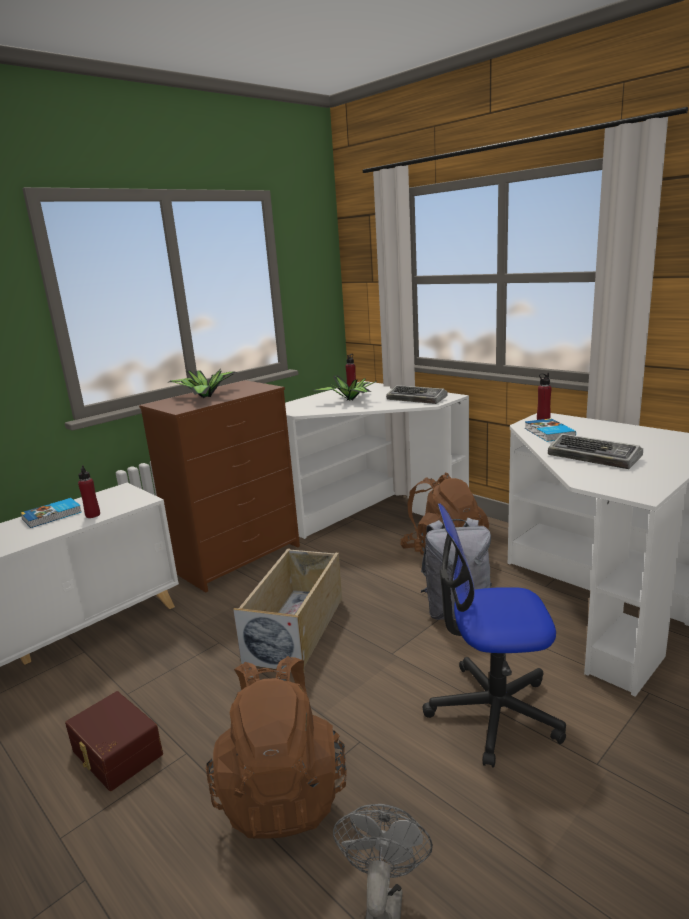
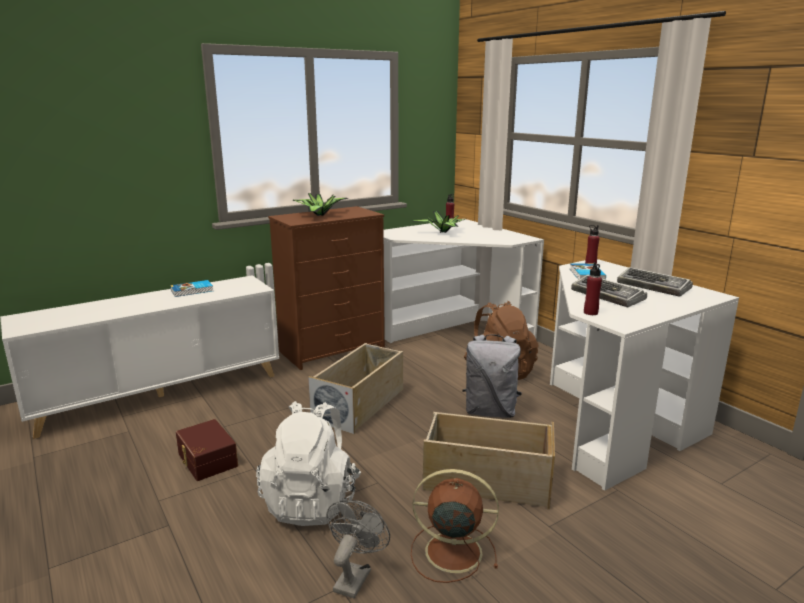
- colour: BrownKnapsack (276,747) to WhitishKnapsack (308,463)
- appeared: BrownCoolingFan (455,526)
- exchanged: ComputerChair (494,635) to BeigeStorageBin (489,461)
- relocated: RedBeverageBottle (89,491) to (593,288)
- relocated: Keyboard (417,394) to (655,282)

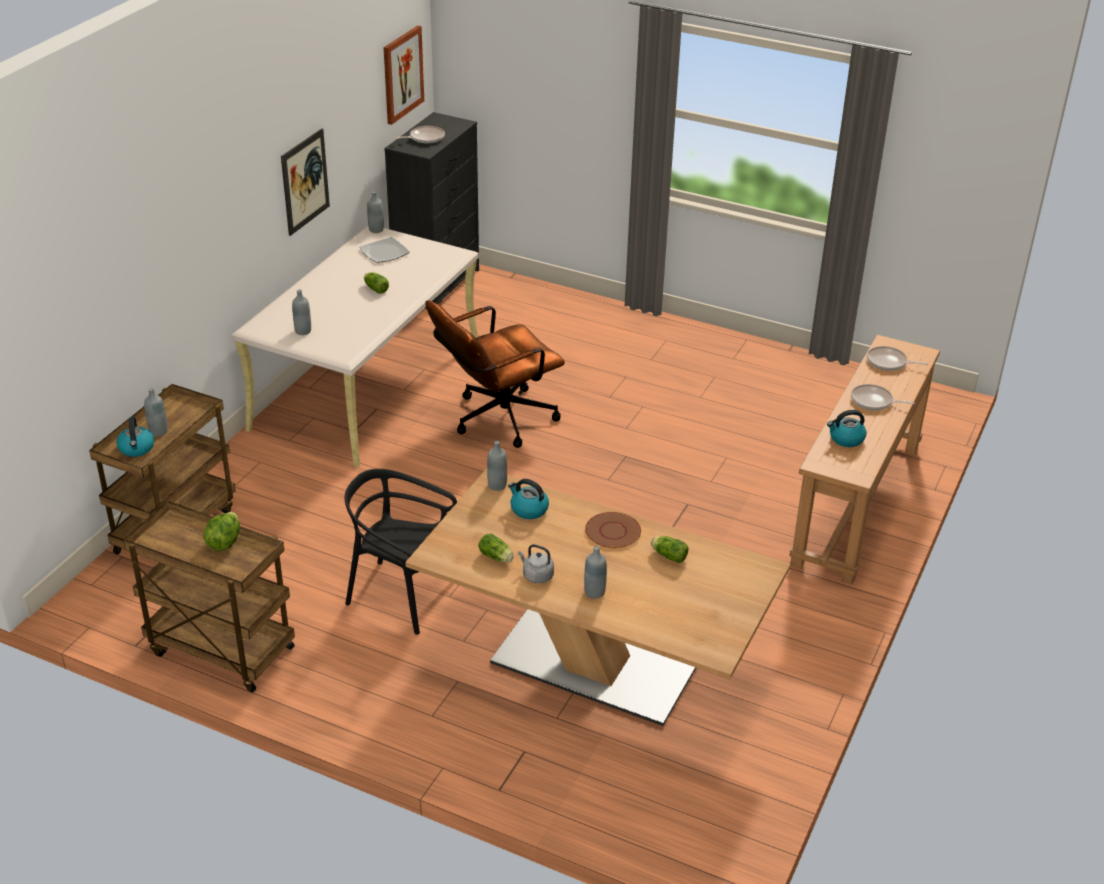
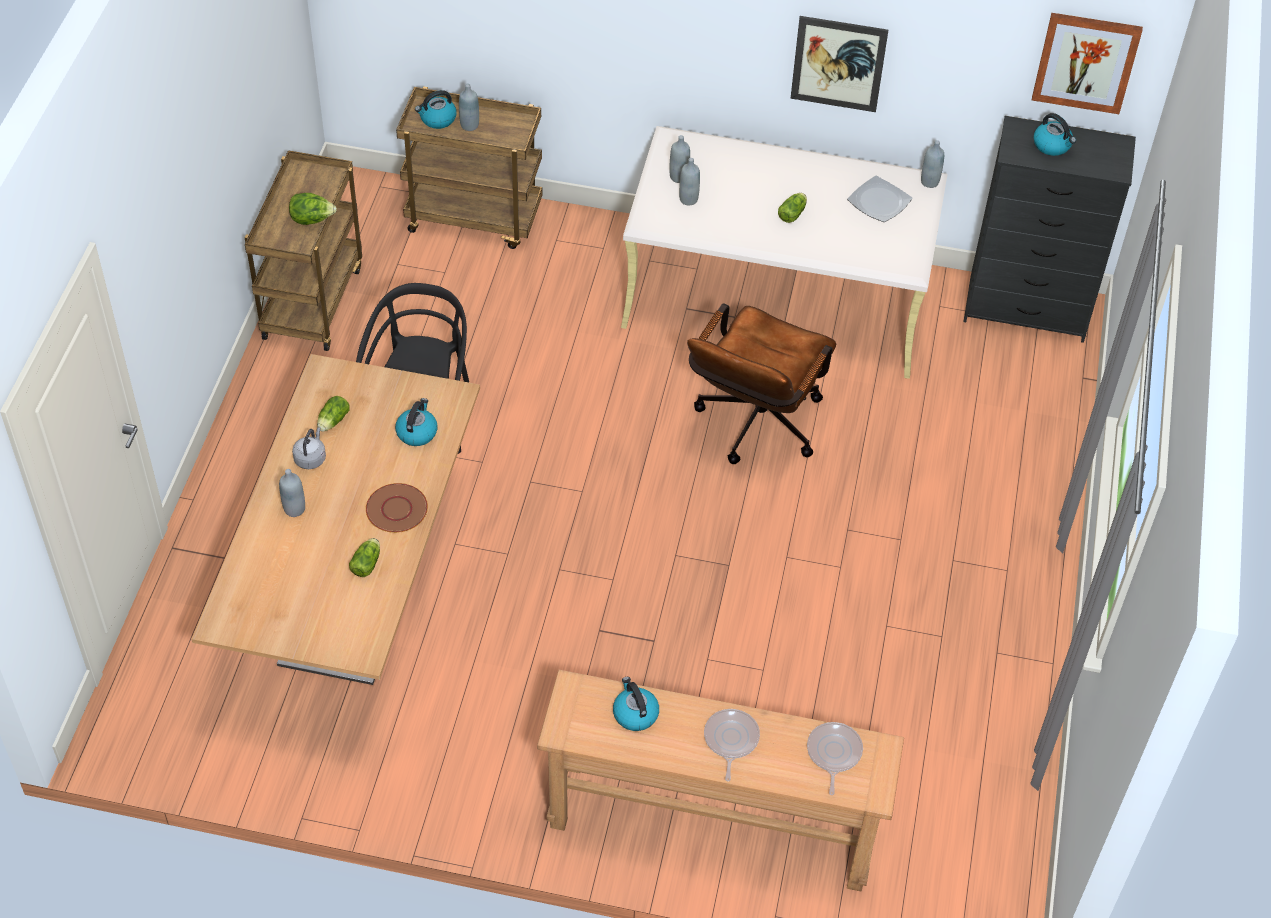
- relocated: GreyishBeverageBottle (497,466) to (689,181)
- spun: BrownComputerChair (495,374) = (761,383) 105 degrees counterclockwise
- exchanged: Skillet (420,135) to WaterKettle (1055,134)

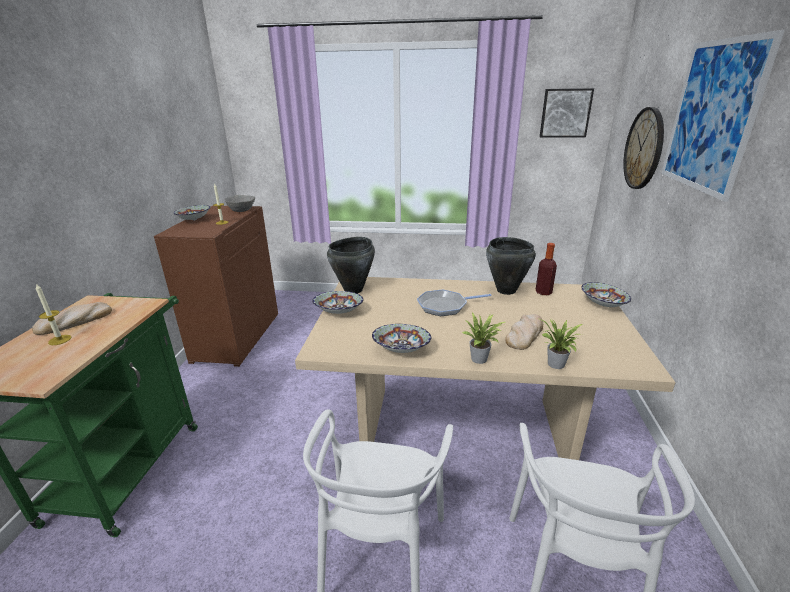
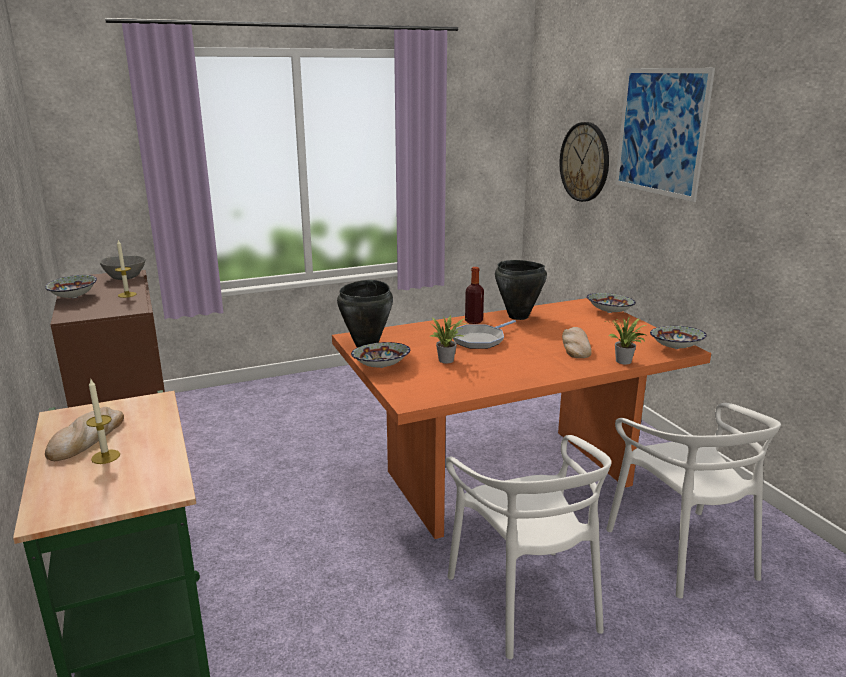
- colour: BeigeKitchenTable (485,368) to OrangeKitchenTable (521,418)
- relocated: PlantInAPot (483,338) to (448,339)
- relocated: BeverageBottle (546,269) to (474,295)
- relocated: DeepDish (401,338) to (678,337)
- missing: WallPicture (567,112)

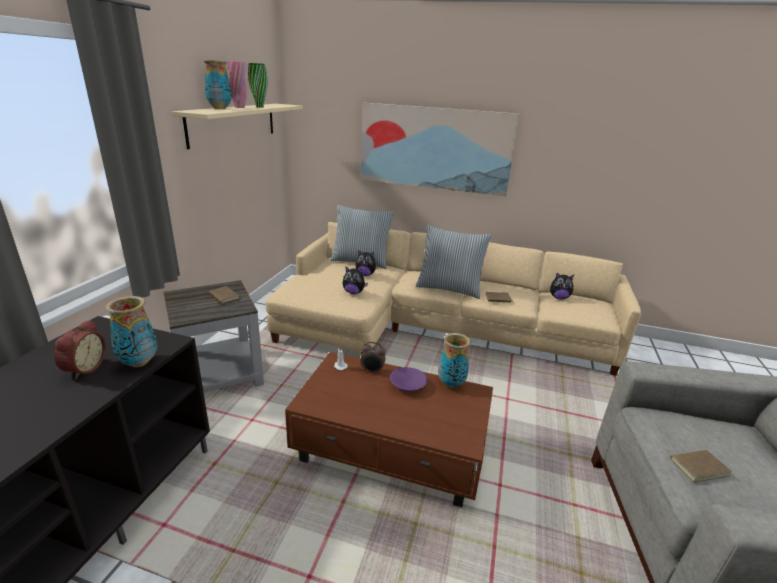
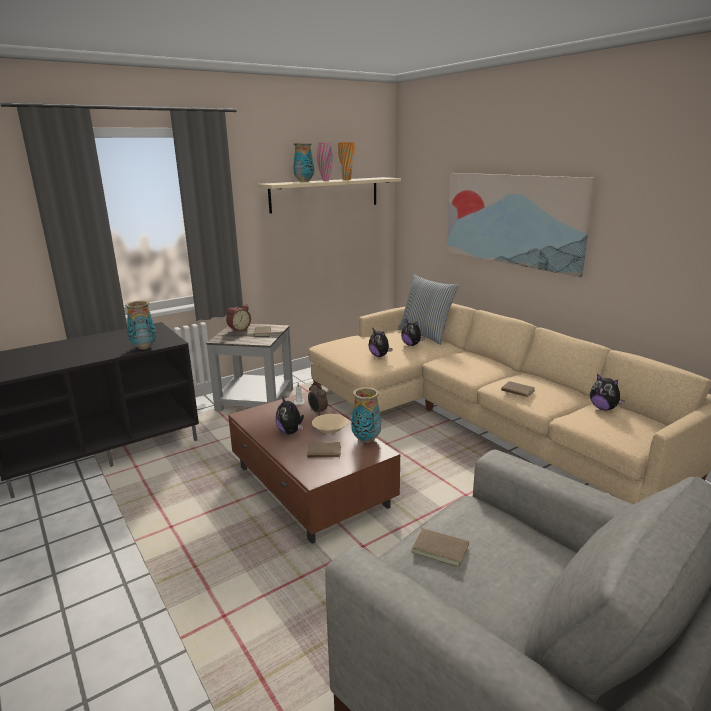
- relocated: AlarmClock (80,349) to (238,318)
- appeared: CuddlyToy (290,415)
- appeared: BrownBook (324,450)
- colour: PurpleColouredDeepDish (408,379) to BeigeDeepDish (330,424)
- colour: GreenVase (258,85) to OrangeVase (346,161)
- missing: Cushion (454,262)

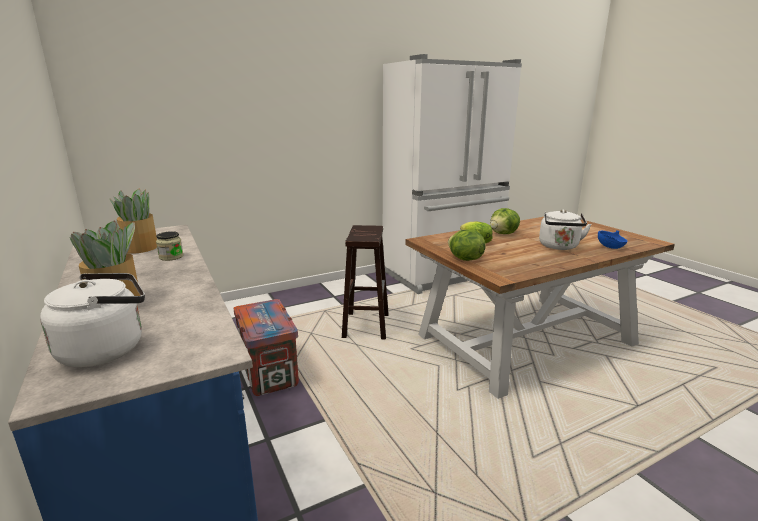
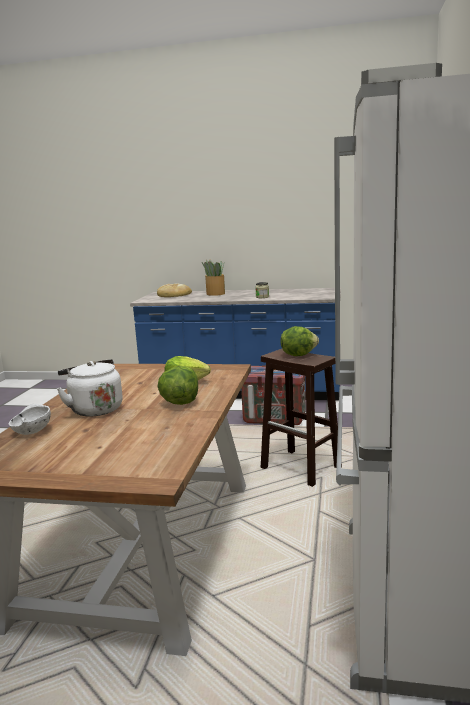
- colour: BluishDeepDish (613,239) to WhitishDeepDish (29,419)
- exchanged: WhitishWaterKettle (92,320) to Bread (174,290)
- relocated: Lettuce (467,245) to (299,341)
- missing: PlantInAPot (133,221)

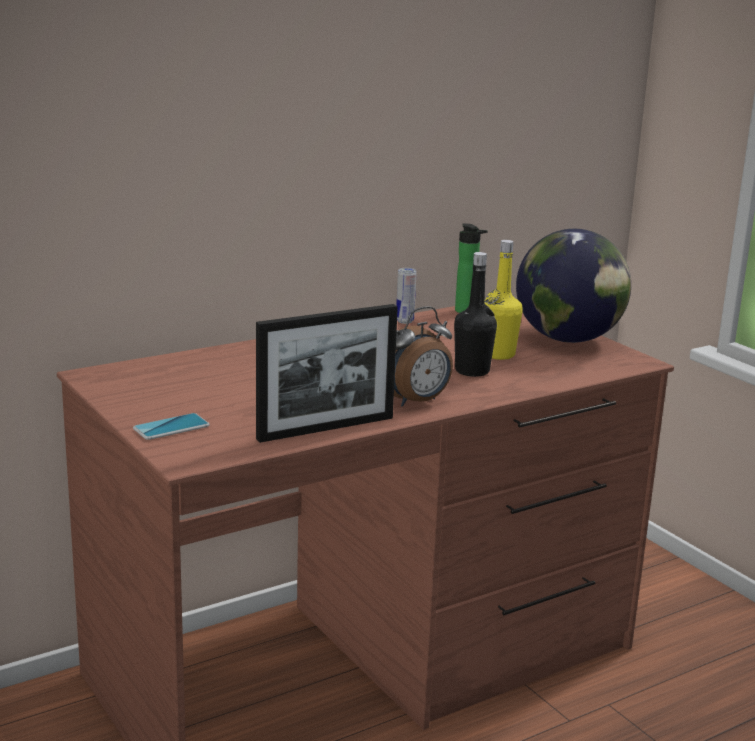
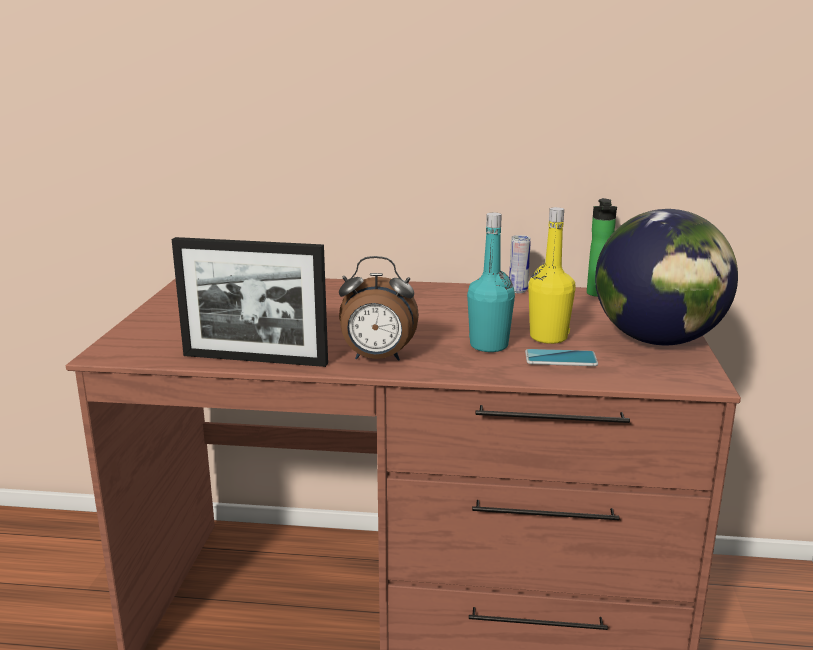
- colour: BlackishBeverageBottle (475,314) to TurquoiseBeverageBottle (491,282)
- relocated: Handset (171,426) to (561,357)

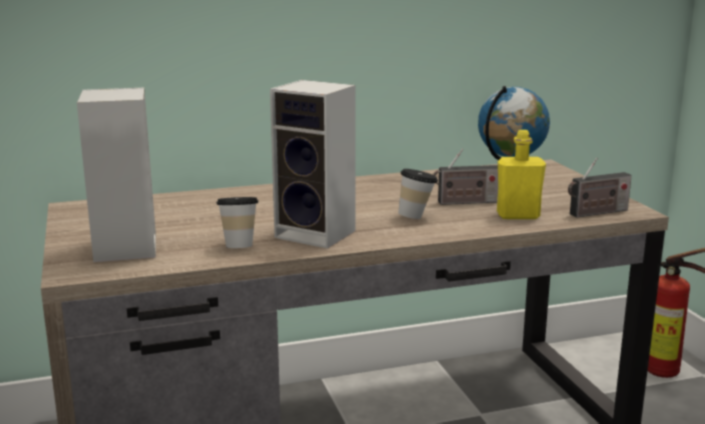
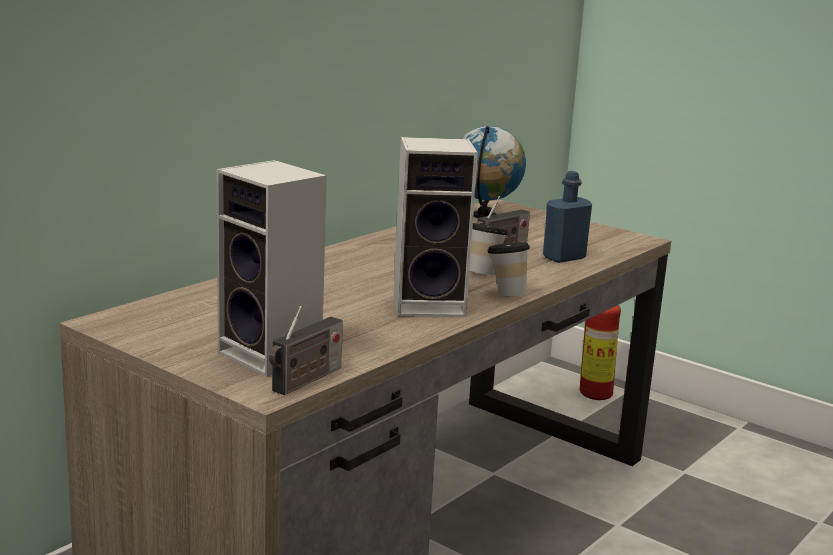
- relocated: Radio (600,188) to (306,350)
- relocated: Cup (237,222) to (508,269)
- colour: YellowishBeverageBottle (521,174) to BluishBeverageBottle (567,217)

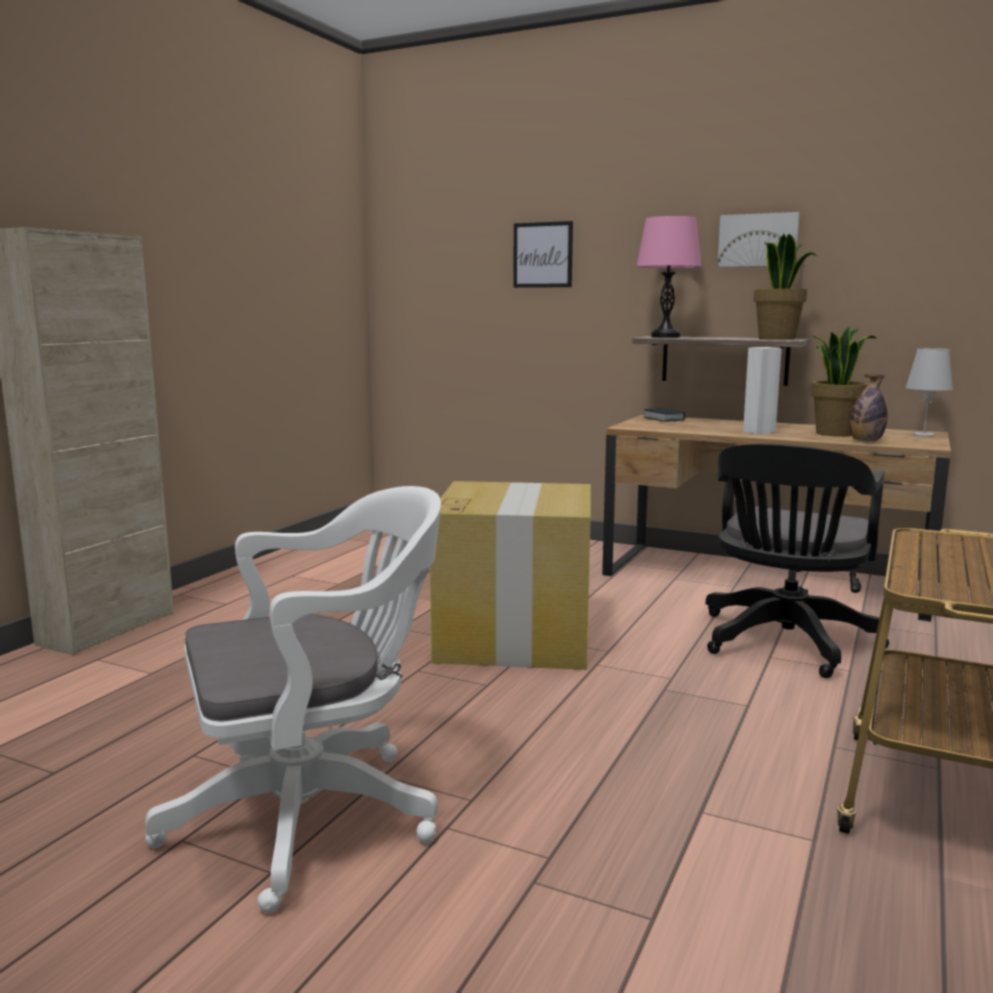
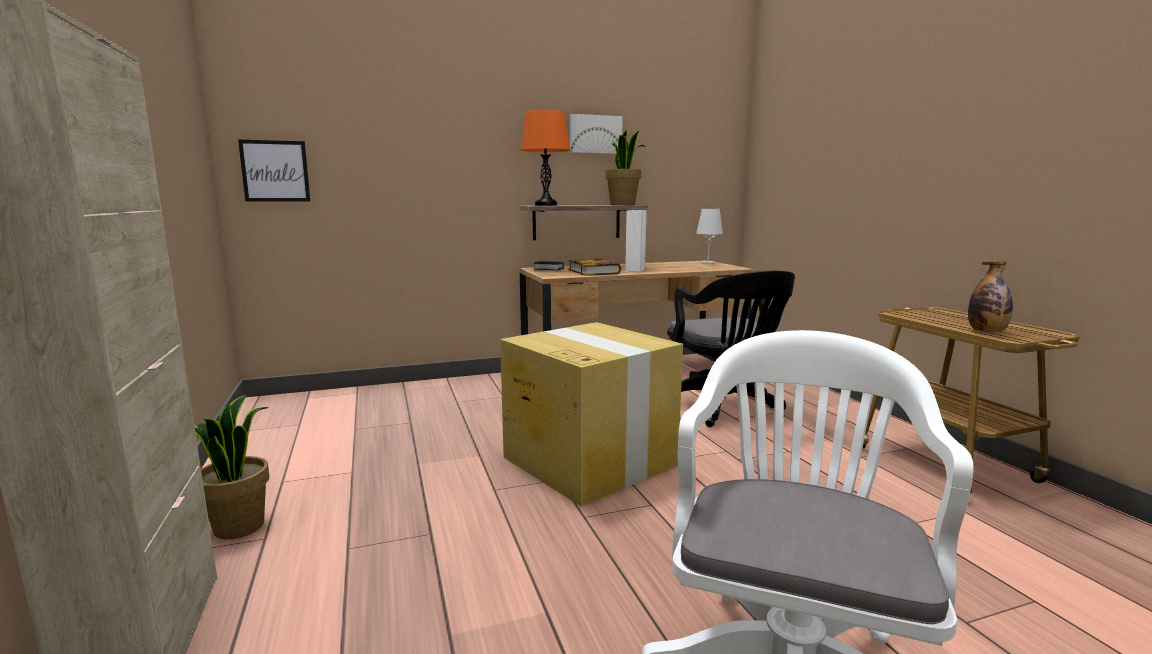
- relocated: PlantInAPot (843,382) to (231,467)
- relocated: WallPicture (543,254) to (274,171)
- colour: PinkTableLamp (669,277) to OrangeTableLamp (545,158)
- appeared: Book (594,267)
- relocated: BeverageBottle (868,408) to (990,297)

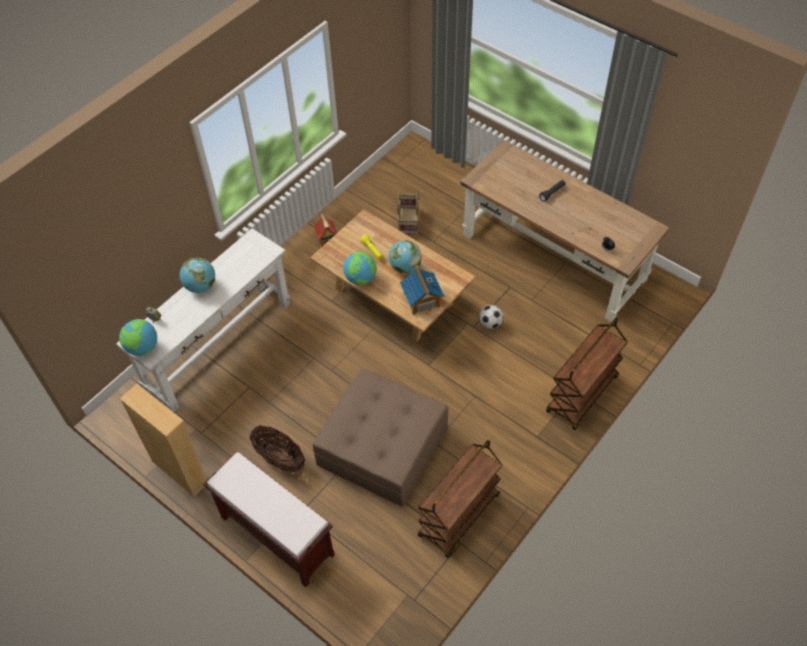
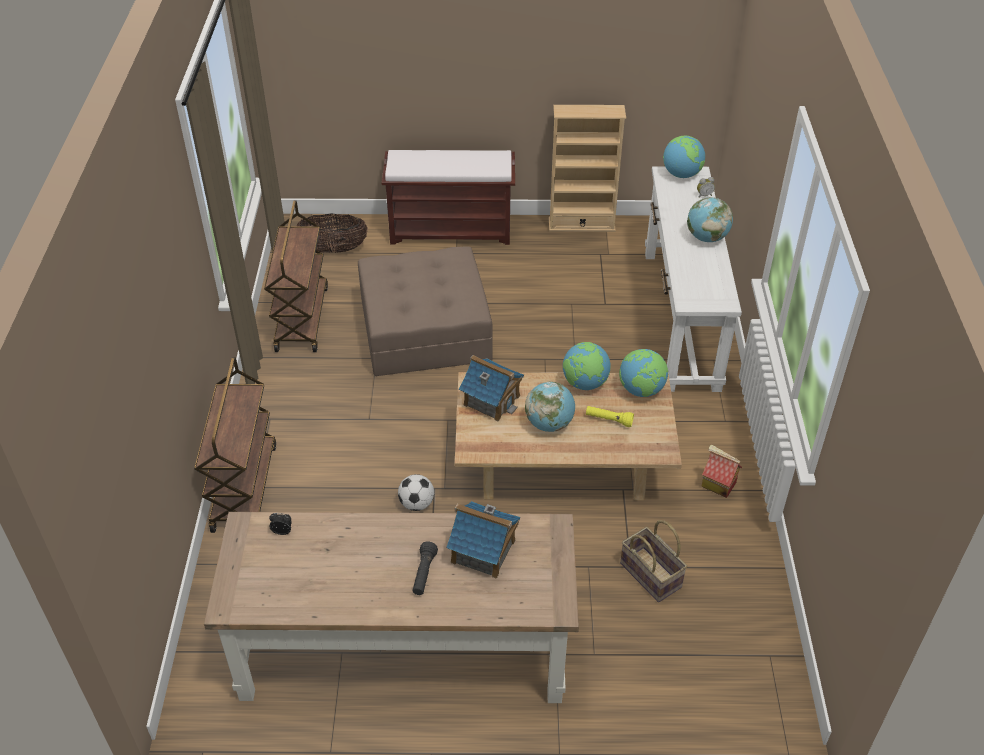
- relocated: Basket (277,449) to (332,233)
- appeared: ModelHouse (483,540)
- appeared: DeskGlobe (643,373)

